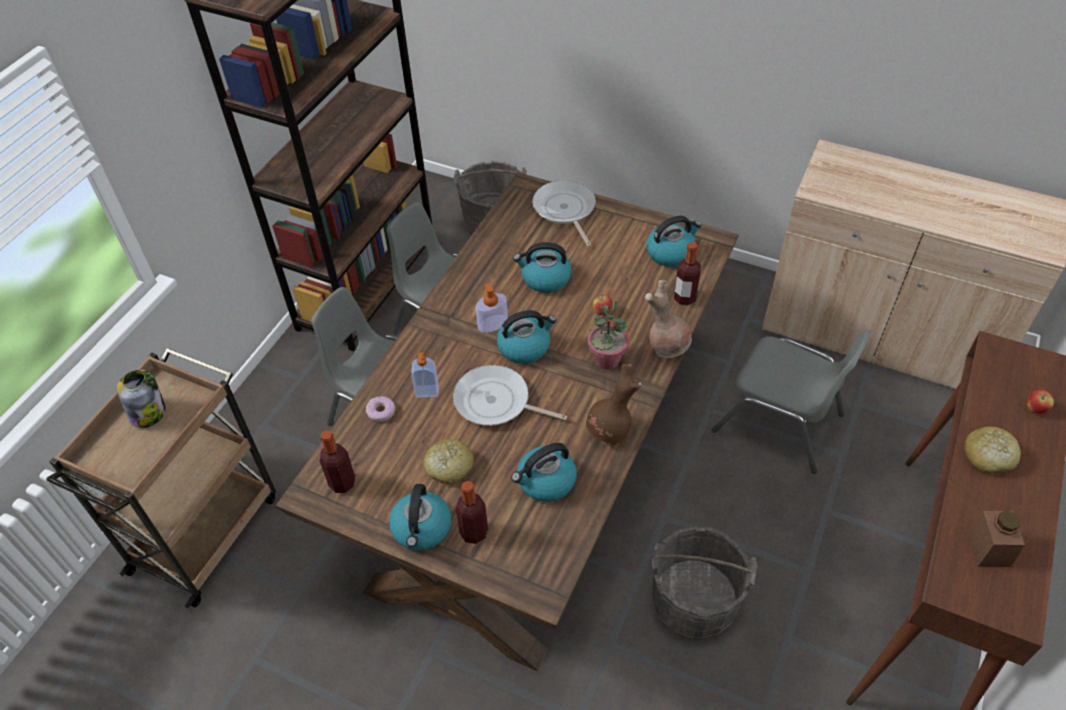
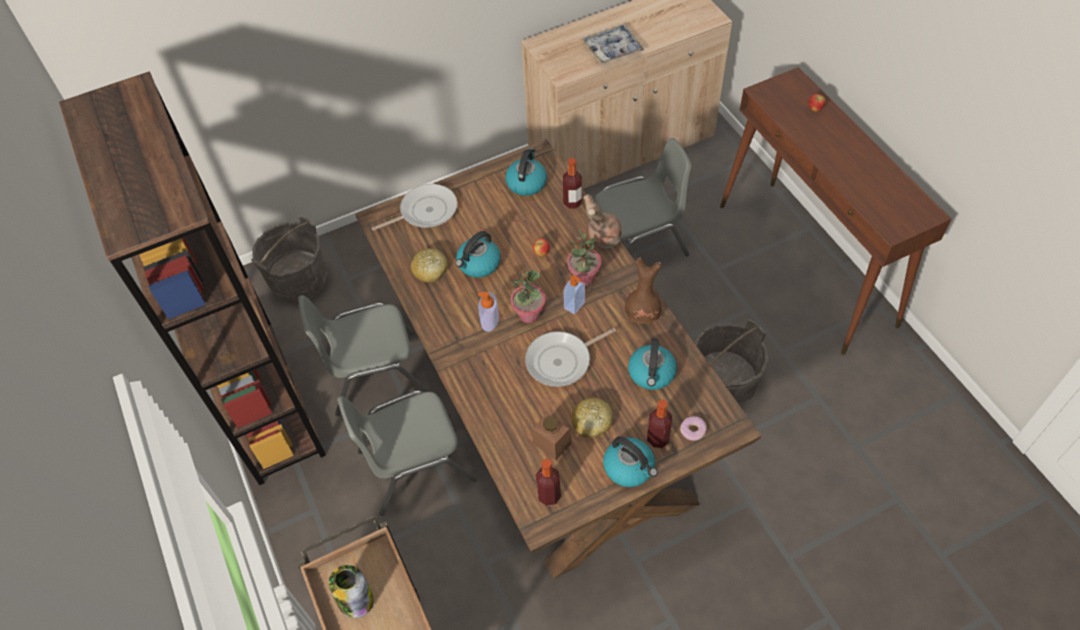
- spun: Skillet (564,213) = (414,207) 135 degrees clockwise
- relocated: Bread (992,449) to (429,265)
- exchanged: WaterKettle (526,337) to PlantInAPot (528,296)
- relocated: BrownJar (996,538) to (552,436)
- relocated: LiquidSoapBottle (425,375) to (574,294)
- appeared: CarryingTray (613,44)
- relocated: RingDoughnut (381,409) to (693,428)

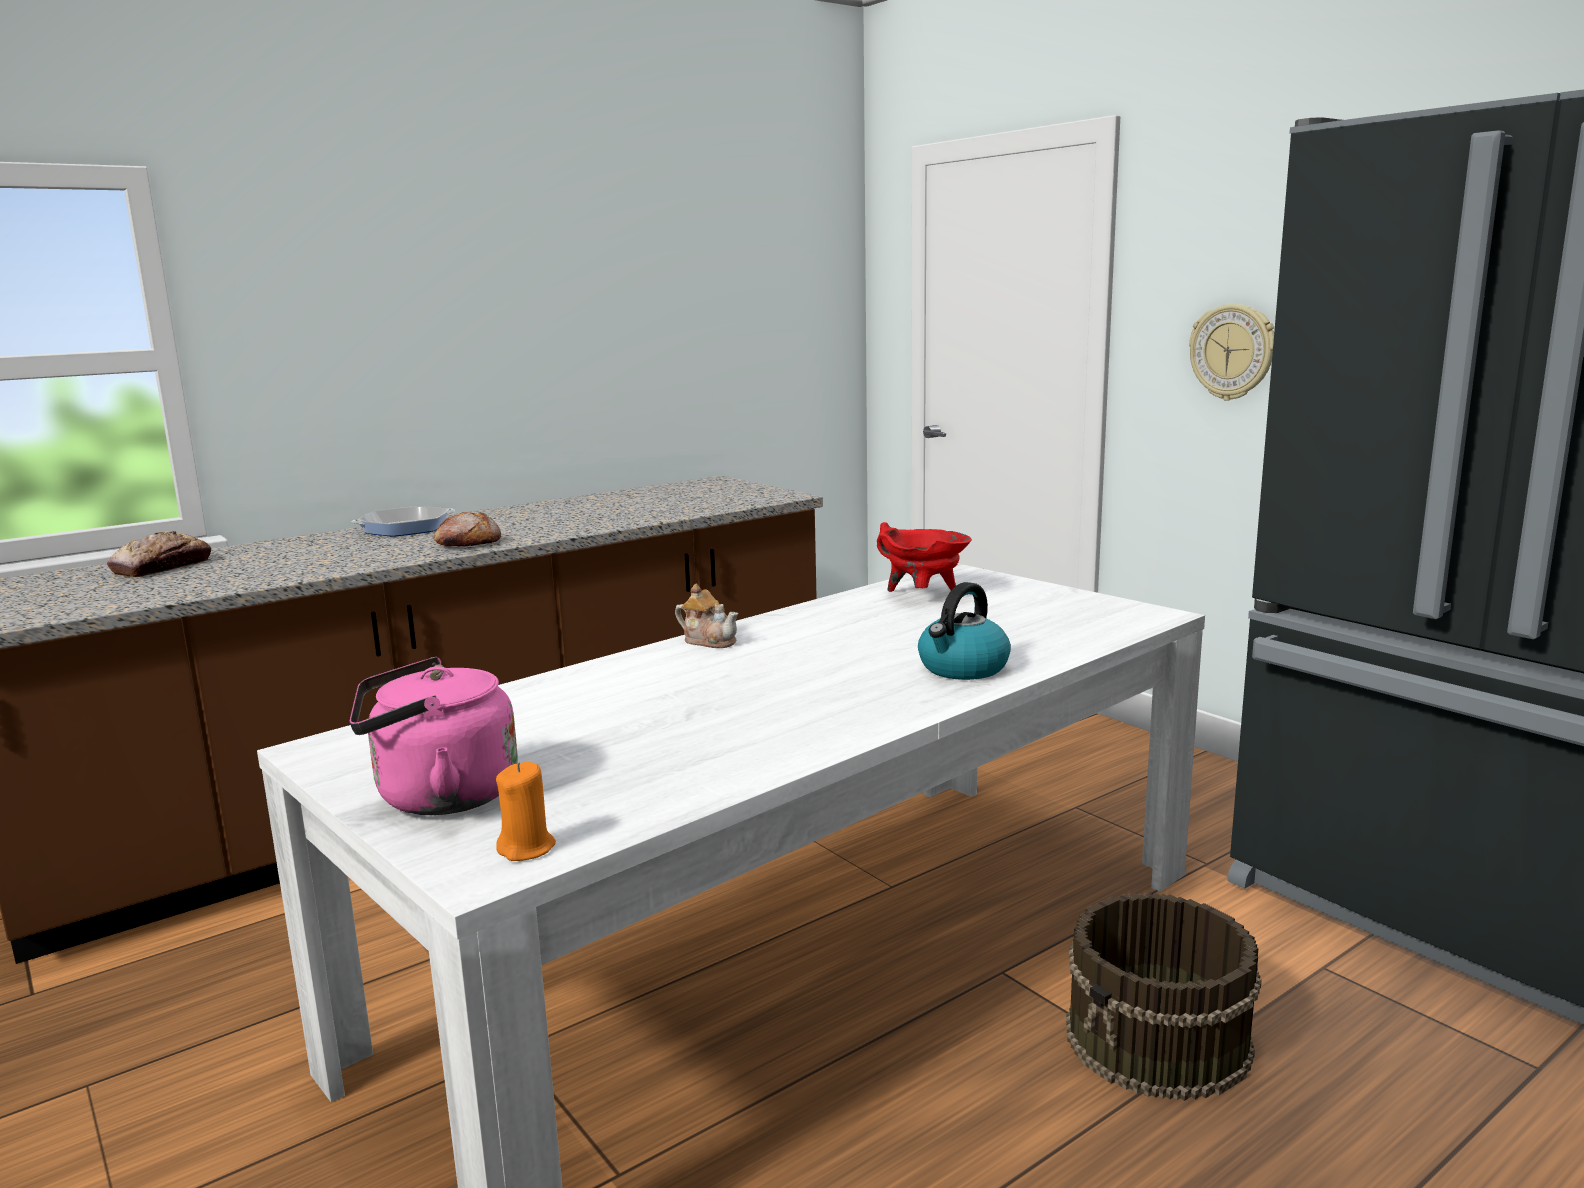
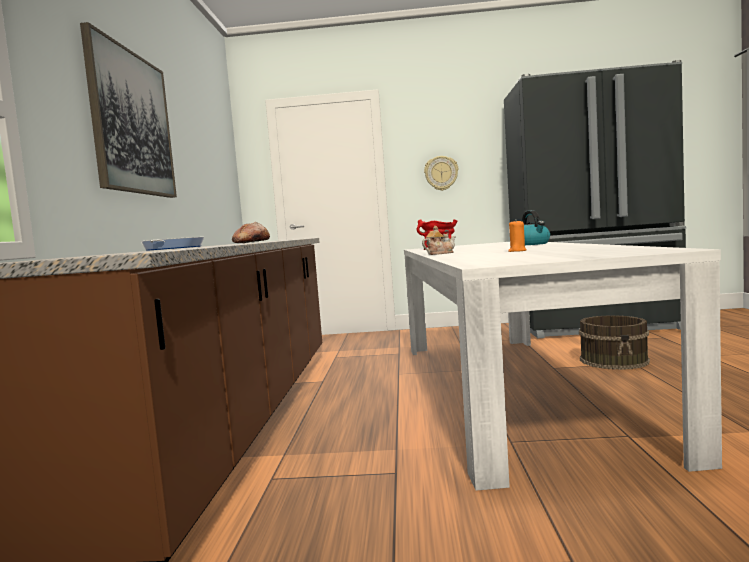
- appeared: WallPicture (128,110)
- relocated: OrangeWaxLight (526,811) to (517,236)
- missing: Bread (159,554)
- missing: PinkWaterKettle (434,736)

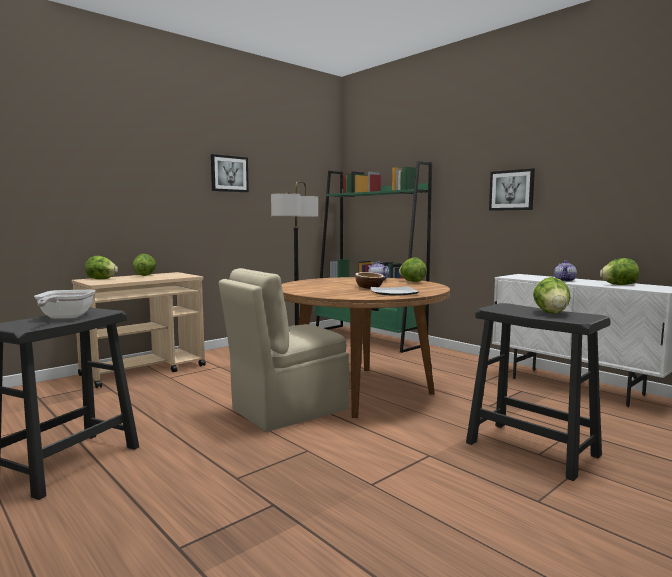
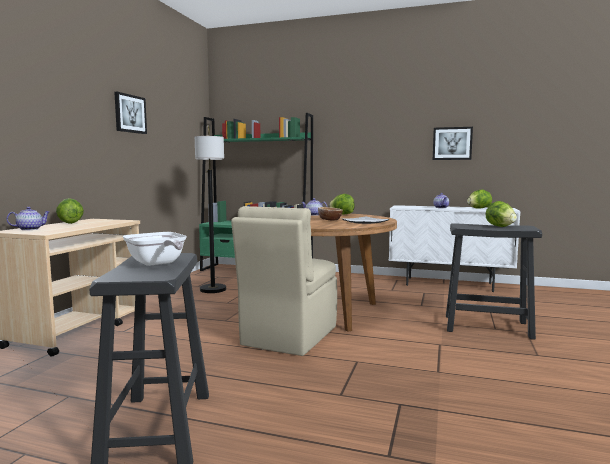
- exchanged: Lettuce (101,267) to PotForTea (27,218)
- relocated: WallPicture (512,189) to (453,143)

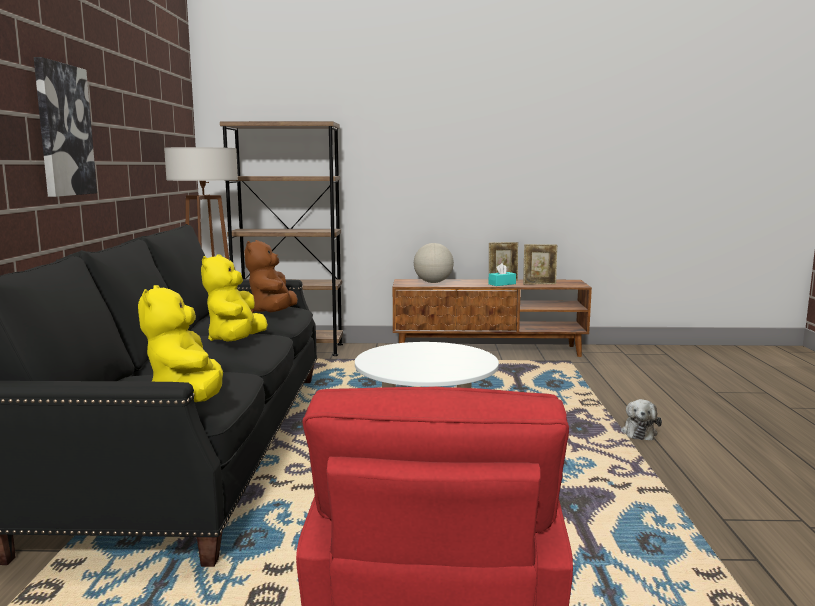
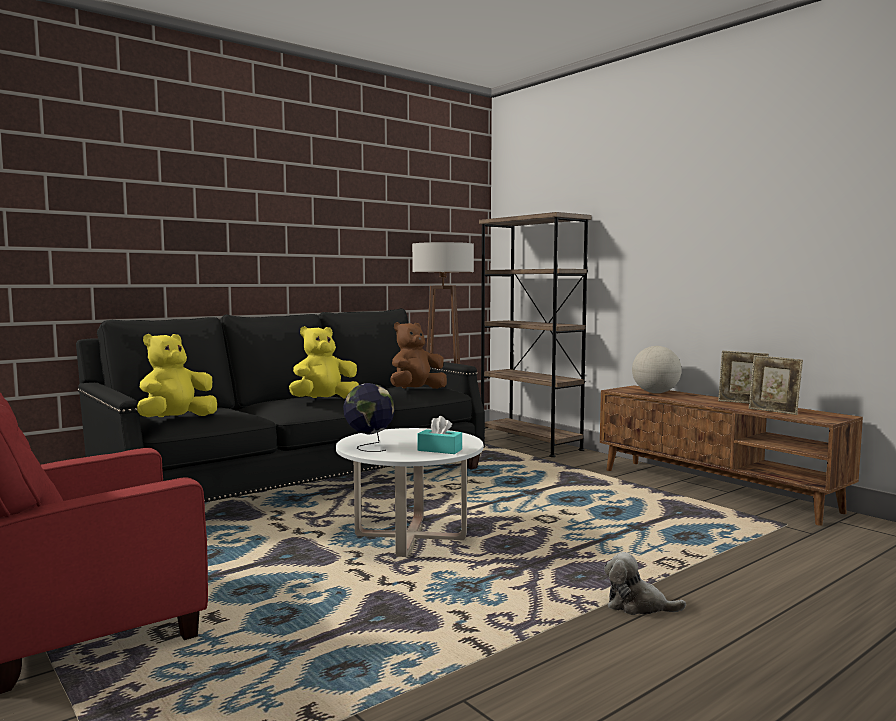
- appeared: DeskGlobe (369,417)
- relocated: TurquoiseTissueHolder (502,274) to (439,435)
- spun: CuddlyToy (641,420) = (645,583) 45 degrees clockwise
- missing: WallPicture (65,127)

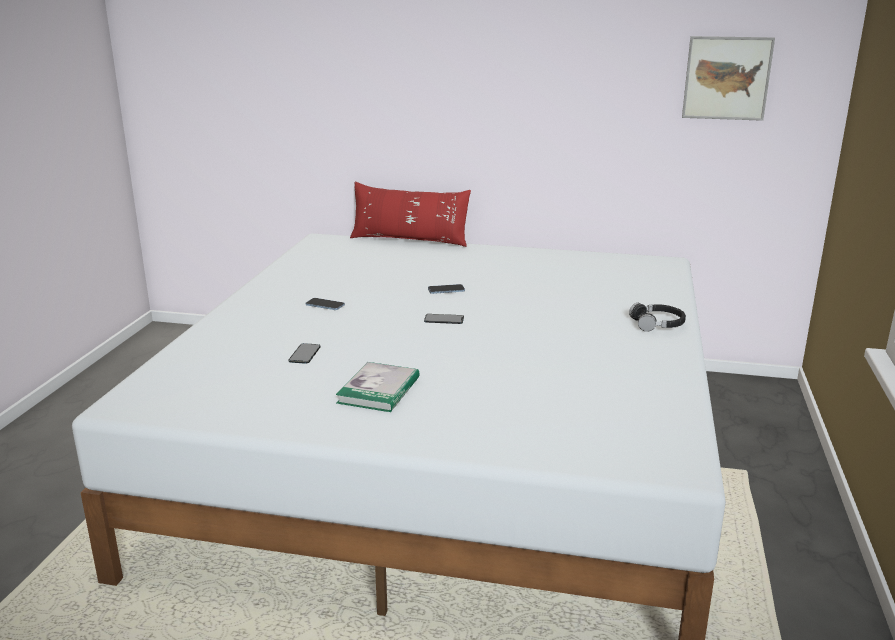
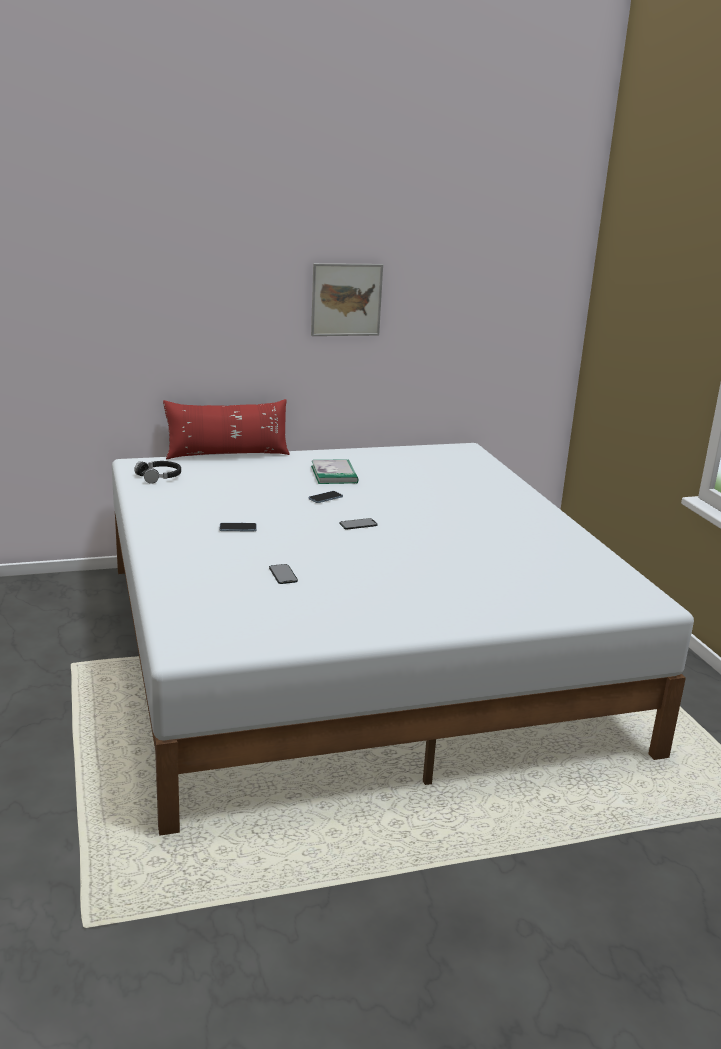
- relocated: BlackishHeadphones (657,317) to (157,472)
- relocated: WallPicture (728,78) to (347,299)
- relocated: Book (378,387) to (334,471)

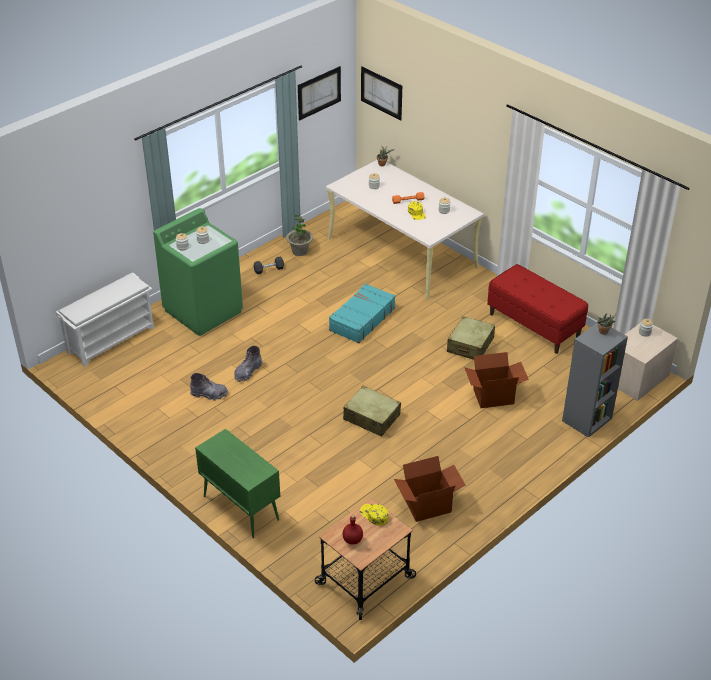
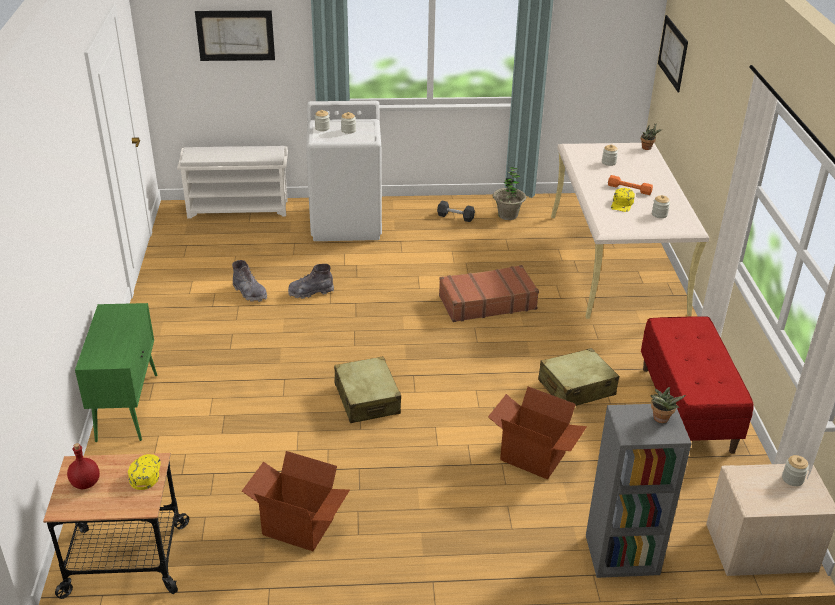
- relocated: WallPicture (319,93) to (235,35)
- colour: GreenLaundryAppliance (198,272) to WhitishLaundryAppliance (344,171)
- colour: TurquoisePieceOfLuggage (362,313) to BrownPieceOfLuggage (489,293)

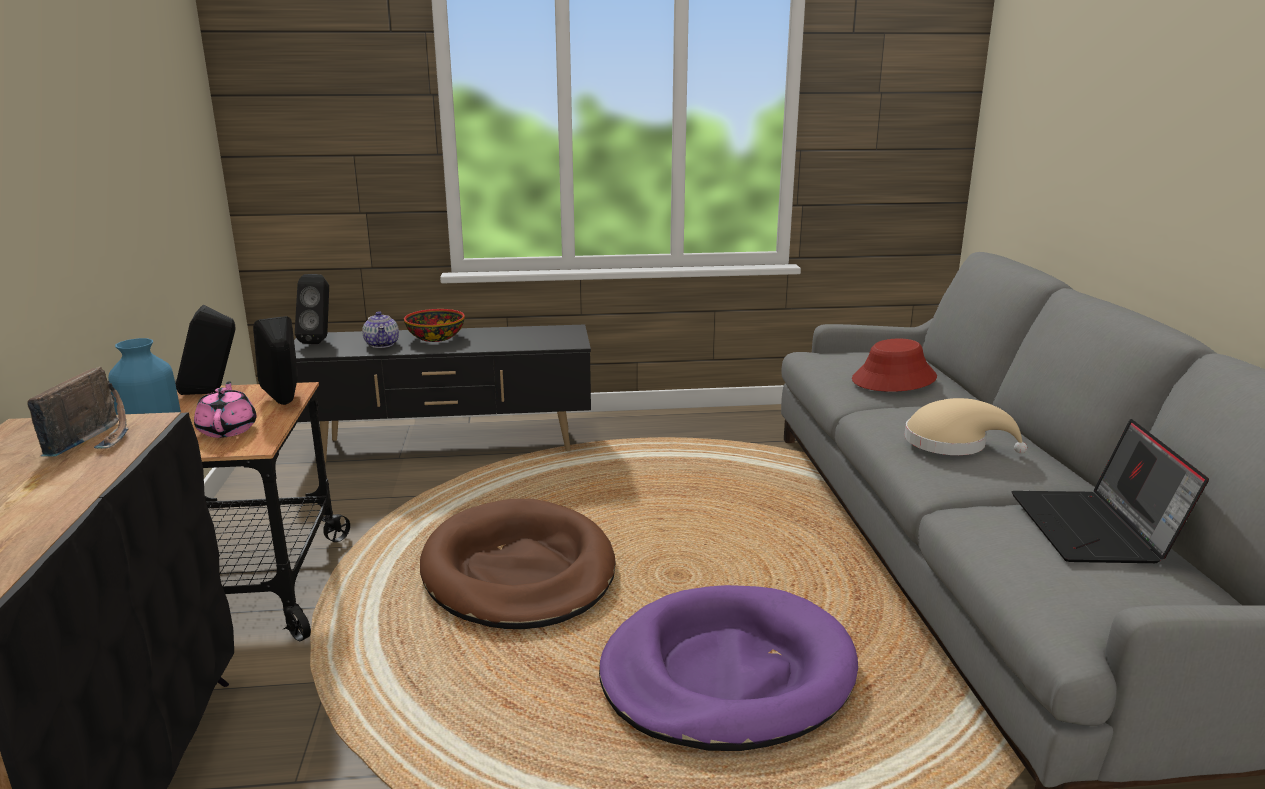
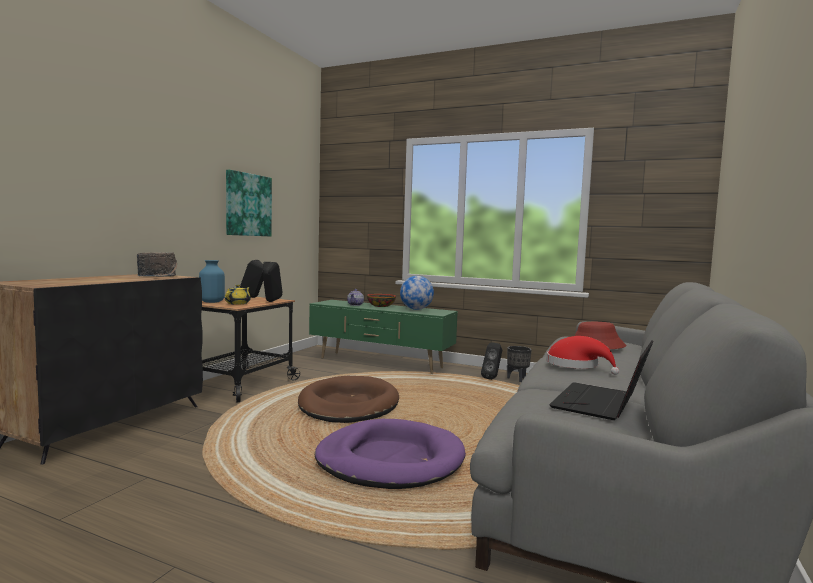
- colour: PinkPotForTea (225,409) to YellowishPotForTea (238,295)
- appeared: WallPicture (249,203)
- colour: BlackishTvStand (442,393) to GreenTvStand (383,337)
- appeared: DeskGlobe (417,293)
- relocated: BlackishSpeaker (312,309) to (491,361)
- appeared: BlackishFlowerPot (519,364)
- colour: BeigeHat (966,426) to RedHat (583,355)

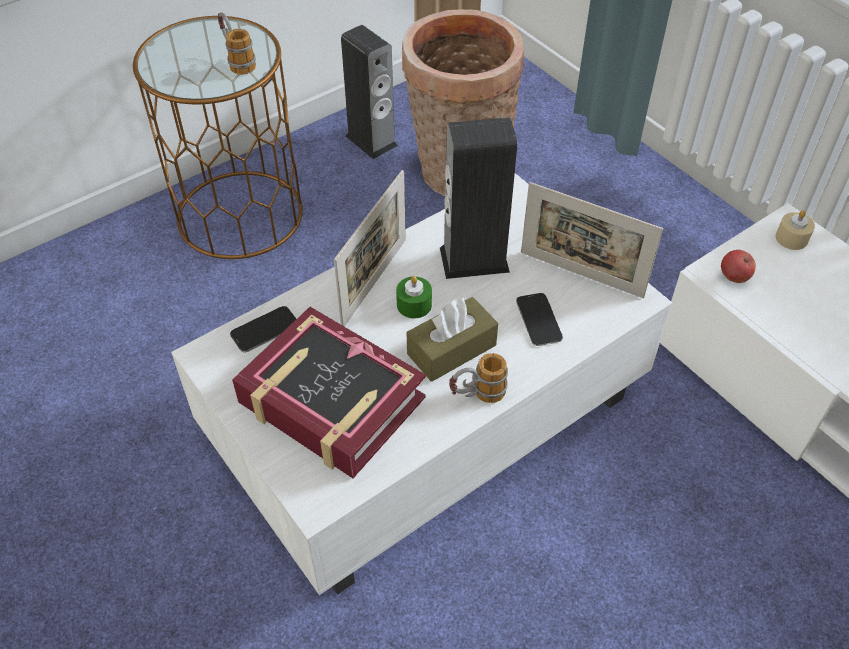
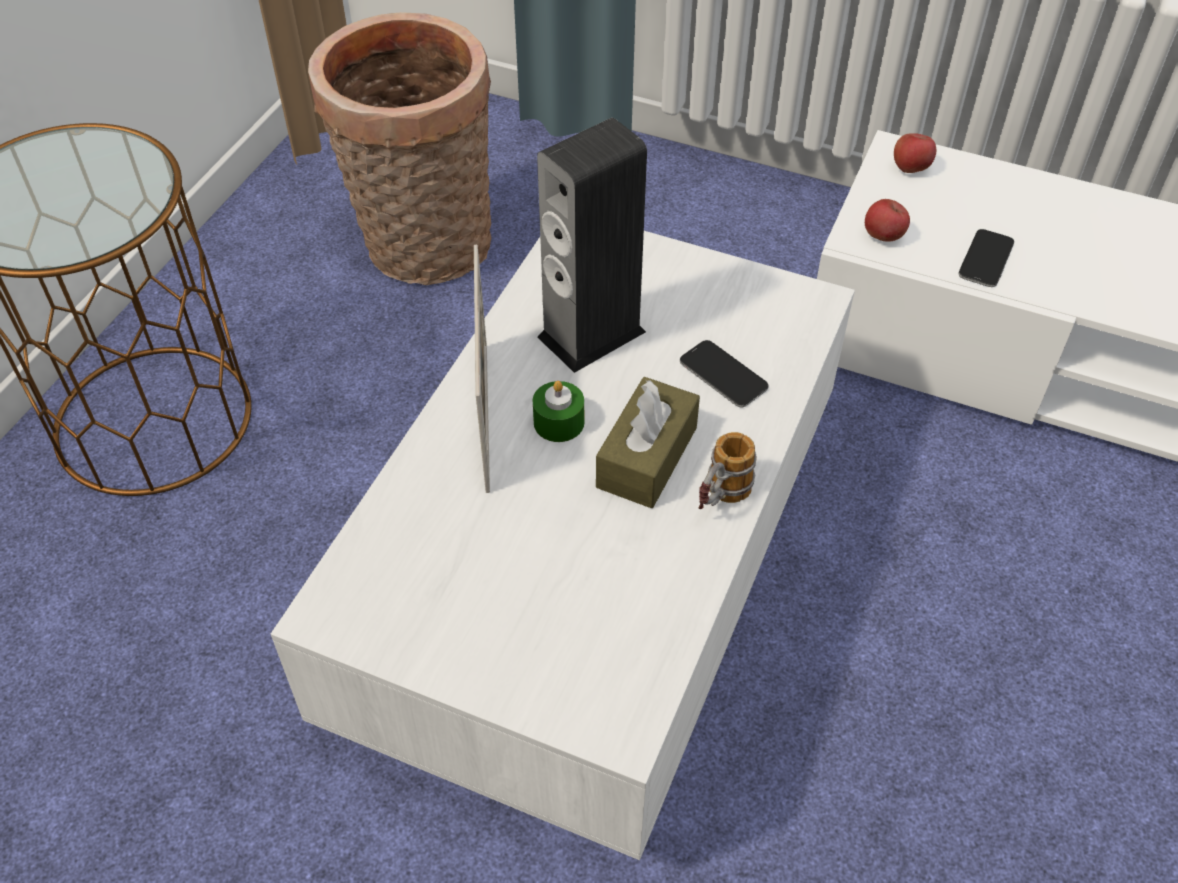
- exchanged: BeigeWaxLight (795,230) to WholeApple (915,153)
- relocated: Handset (263,329) to (986,258)
- missing: TeaMug (236,43)
- missing: Book (329,392)
- missing: Speaker (369,92)
- missing: PictureFrame (592,240)

